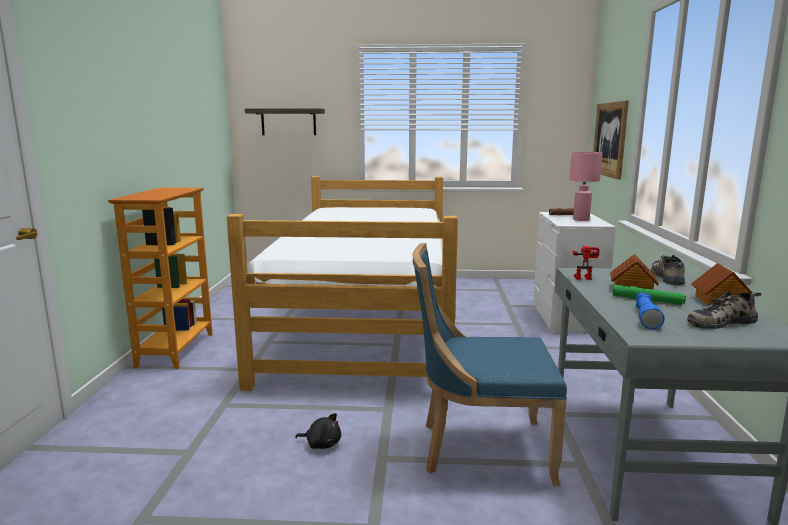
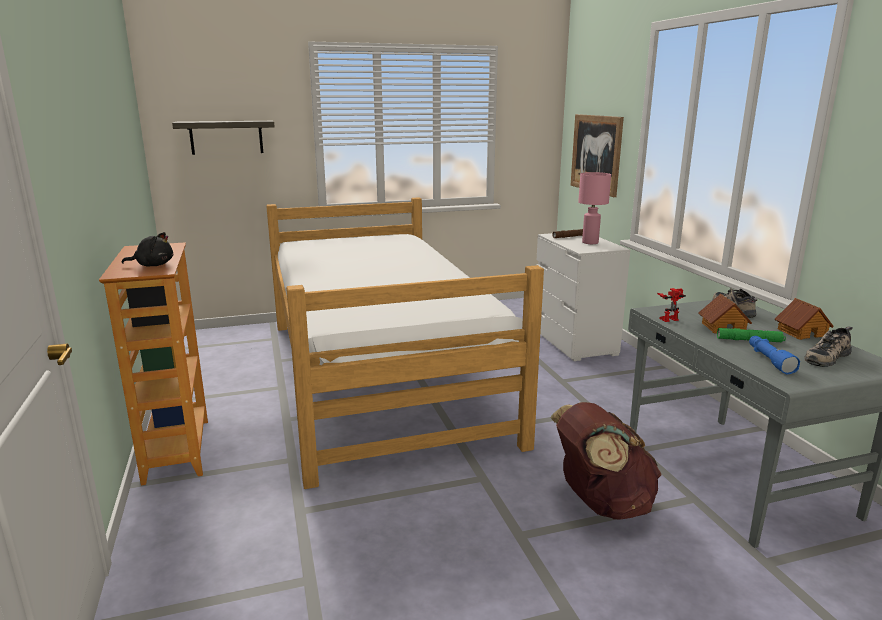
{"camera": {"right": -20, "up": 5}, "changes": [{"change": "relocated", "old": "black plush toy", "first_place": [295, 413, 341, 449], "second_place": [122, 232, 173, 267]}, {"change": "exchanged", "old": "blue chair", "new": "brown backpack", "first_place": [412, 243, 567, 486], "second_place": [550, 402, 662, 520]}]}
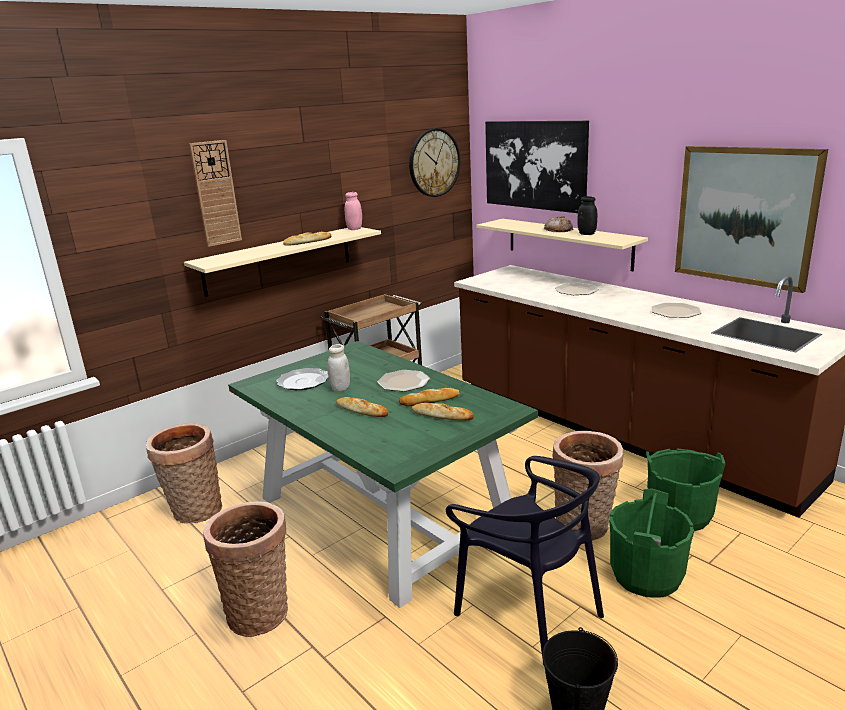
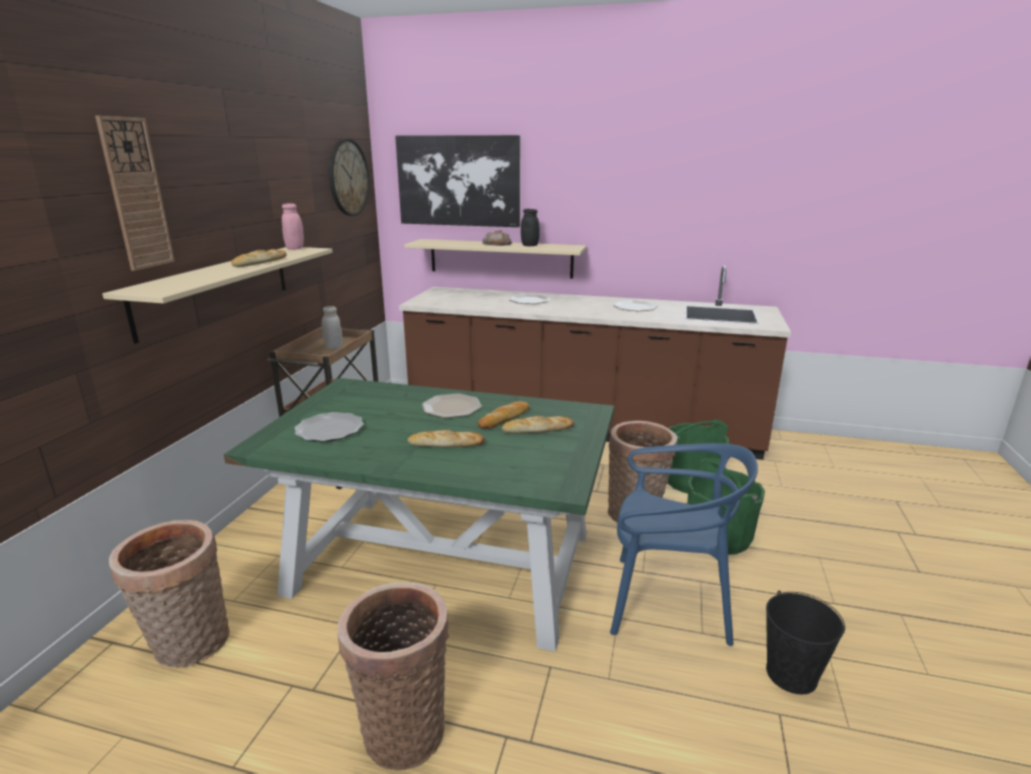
{"camera": {"right": -35, "up": 0}, "changes": [{"change": "relocated", "old": "white jar", "first_place": [328, 344, 350, 392], "second_place": [322, 306, 342, 349]}, {"change": "colour", "old": "black chair", "new": "blue chair", "first_place": [446, 456, 604, 665], "second_place": [610, 443, 758, 646]}, {"change": "missing", "old": "picture", "first_place": [675, 146, 828, 293]}]}
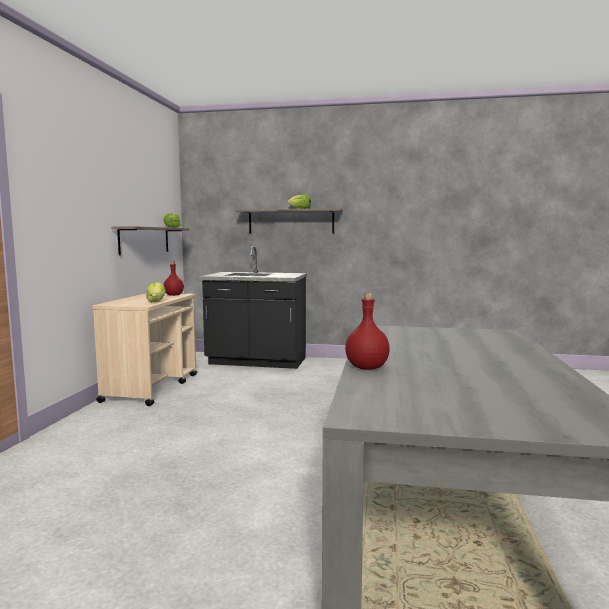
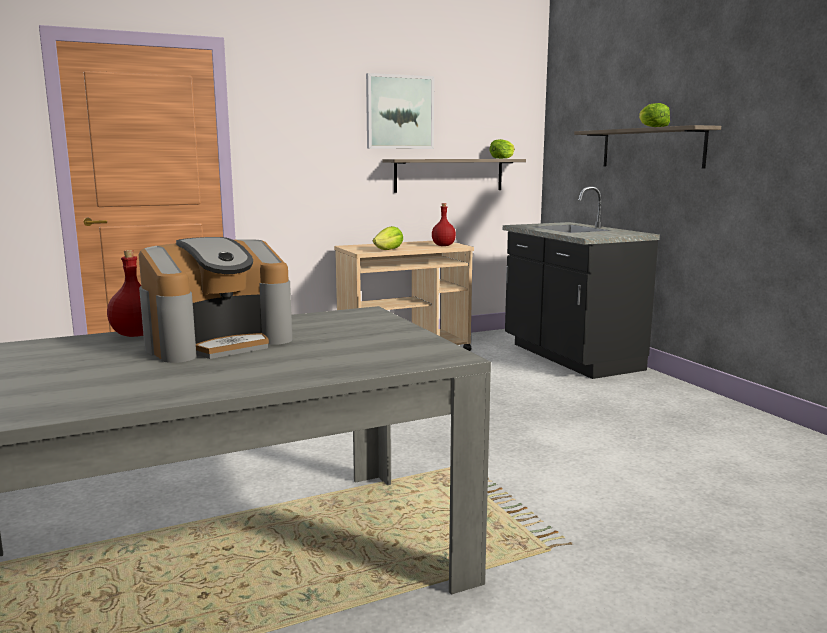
{"camera": {"right": 55, "up": 5}, "changes": [{"change": "appeared", "new": "coffee machine", "second_place": [139, 237, 292, 363]}, {"change": "appeared", "new": "picture", "second_place": [366, 73, 434, 149]}]}
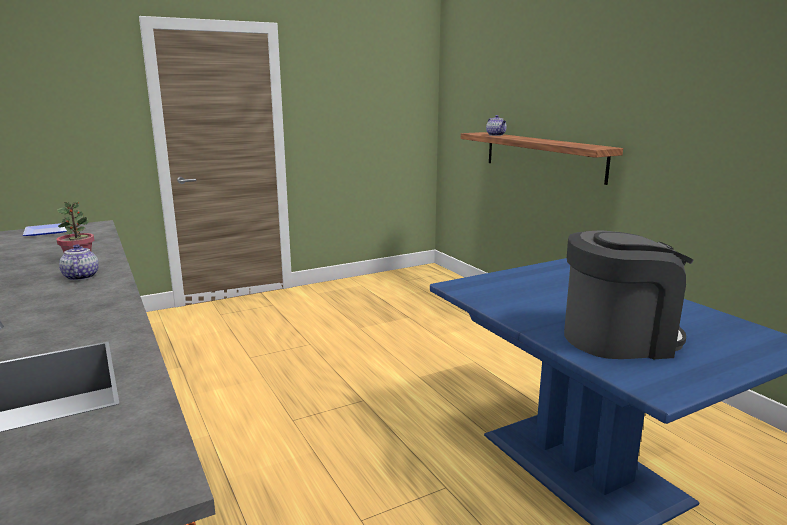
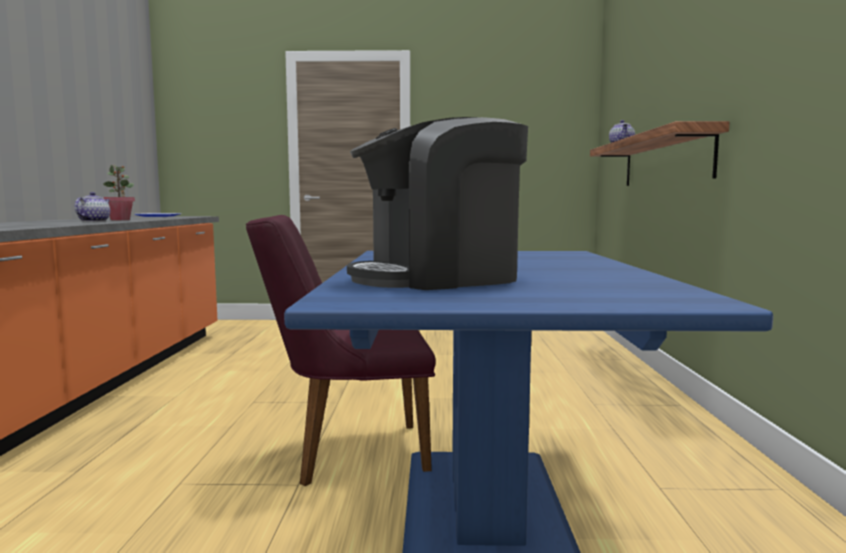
{"camera": {"right": 30, "up": -10}, "changes": [{"change": "spun", "old": "coffee machine", "first_place": [564, 230, 693, 359], "second_place": [347, 117, 528, 290], "degrees": 135}, {"change": "appeared", "new": "purple chair", "second_place": [246, 215, 435, 486]}]}
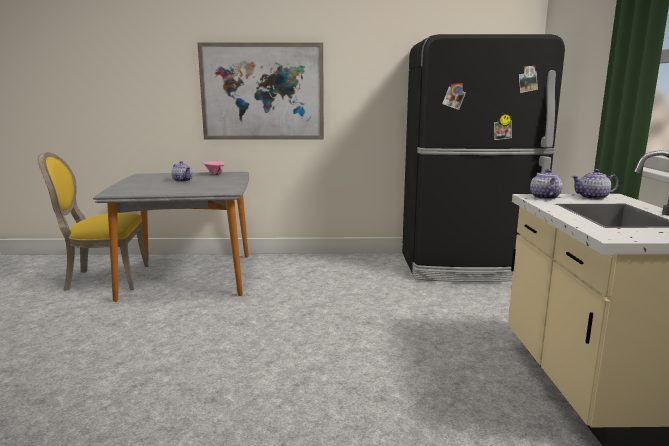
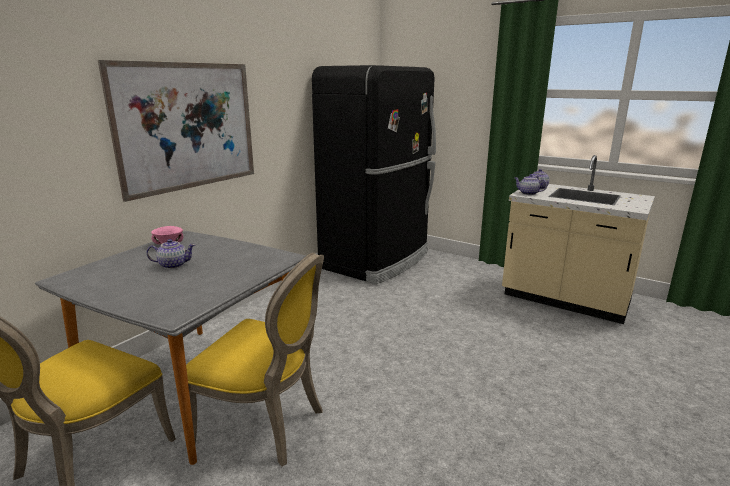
{"camera": {"right": -55, "up": 5}, "changes": [{"change": "appeared", "new": "yellow chair", "second_place": [186, 253, 324, 466]}]}
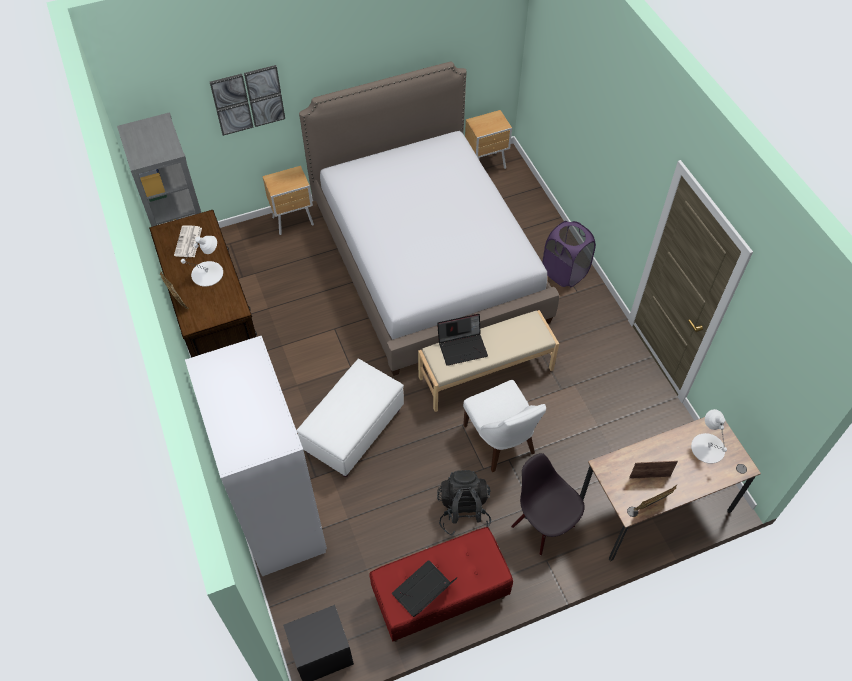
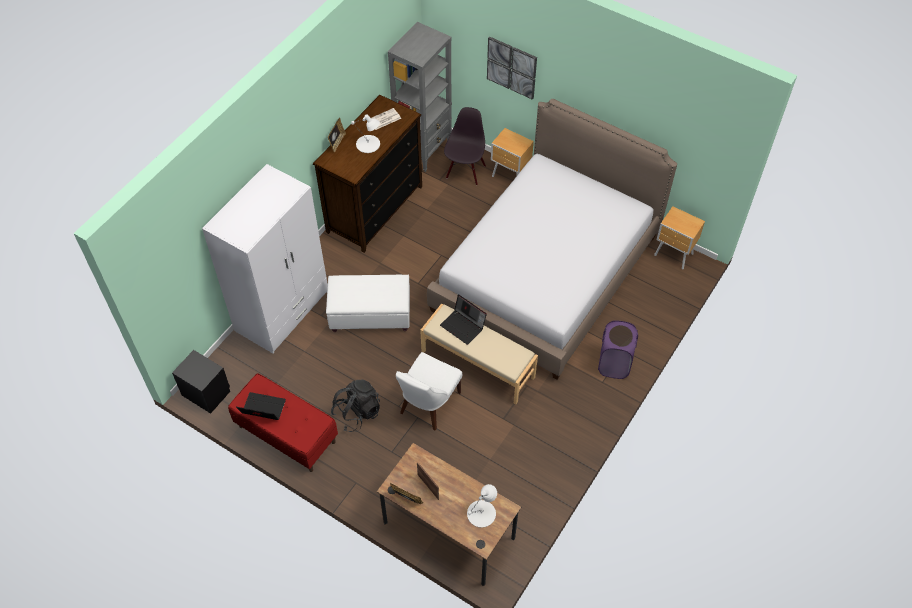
{"camera": {"right": 55, "up": 0}, "changes": [{"change": "relocated", "old": "black chair", "first_place": [511, 453, 585, 555], "second_place": [444, 107, 486, 185]}]}
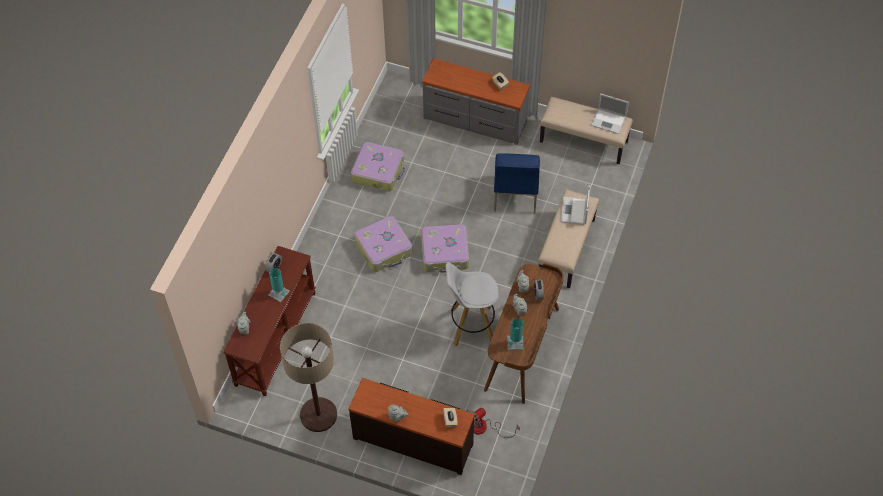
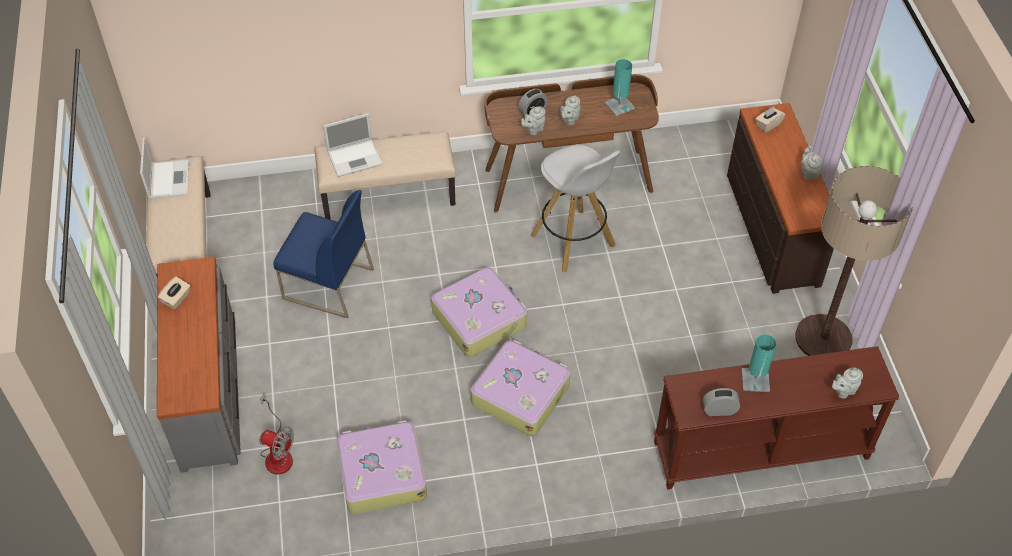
{"camera": {"right": -120, "up": -5}, "changes": [{"change": "relocated", "old": "fan", "first_place": [466, 408, 520, 438], "second_place": [260, 394, 294, 475]}, {"change": "spun", "old": "blue chair", "first_place": [494, 153, 540, 214], "second_place": [274, 190, 374, 318], "degrees": 45}]}
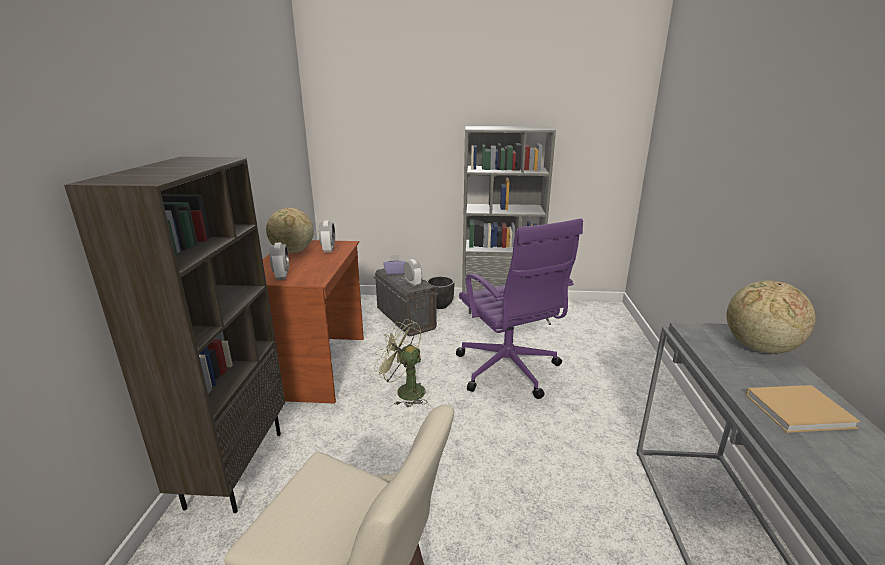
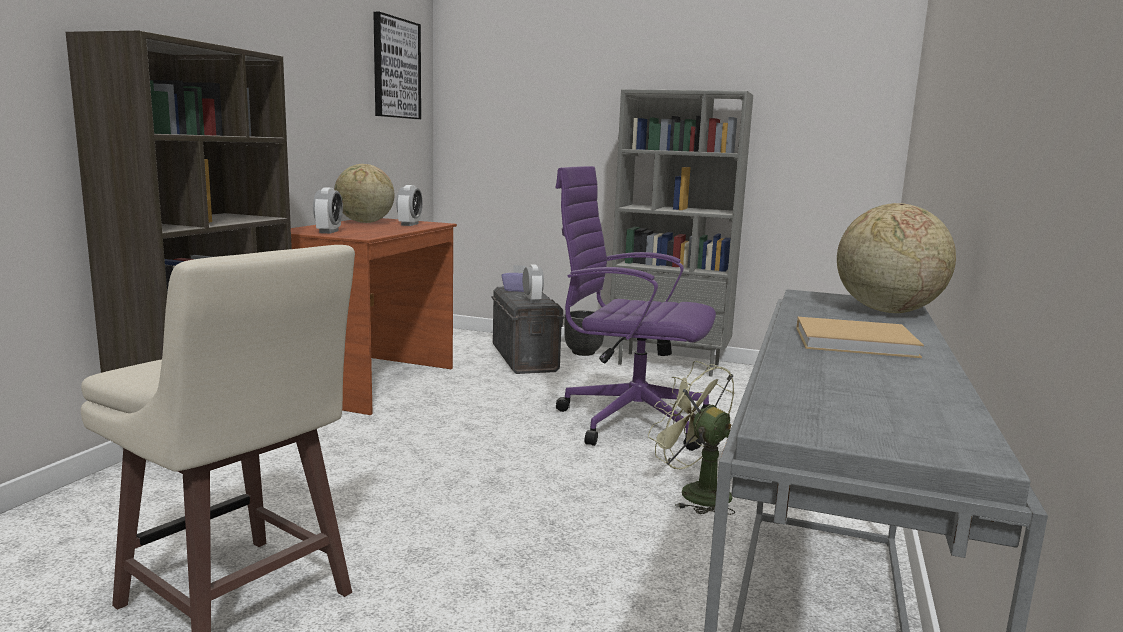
{"camera": {"right": 15, "up": -10}, "changes": [{"change": "relocated", "old": "green fan", "first_place": [374, 319, 426, 407], "second_place": [648, 361, 735, 515]}, {"change": "spun", "old": "purple office chair", "first_place": [456, 219, 583, 399], "second_place": [556, 166, 716, 451], "degrees": 120}, {"change": "appeared", "new": "picture", "second_place": [373, 12, 421, 119]}]}
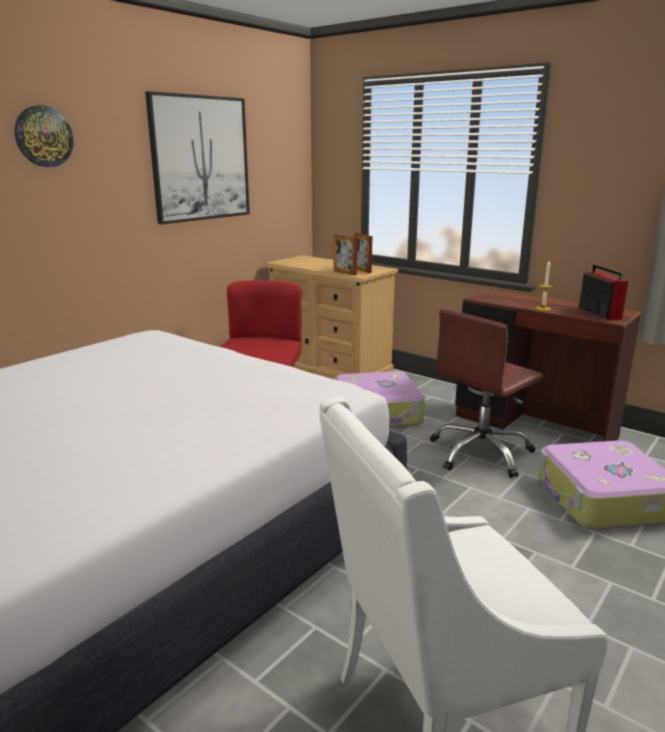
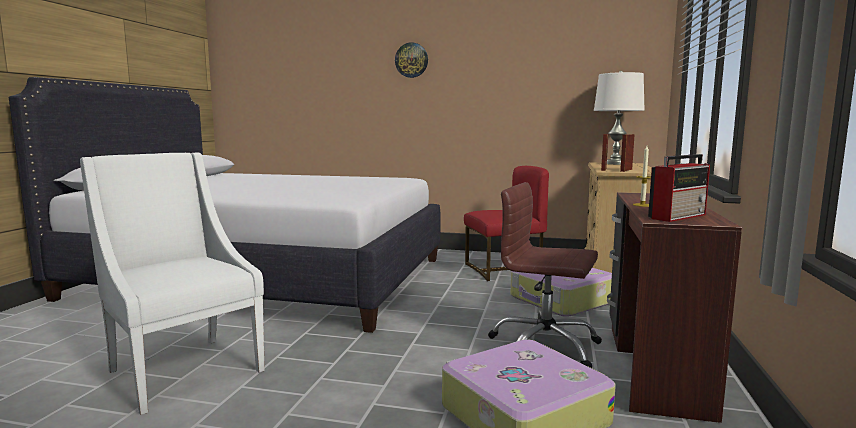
{"camera": {"right": 65, "up": -10}, "changes": [{"change": "missing", "old": "picture", "first_place": [145, 91, 250, 224]}, {"change": "appeared", "new": "white table lamp", "second_place": [594, 71, 645, 165]}]}
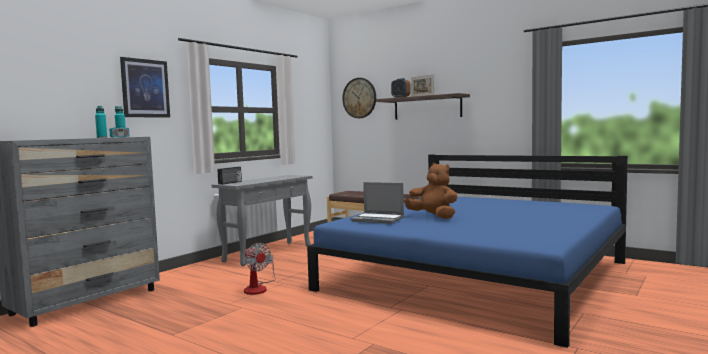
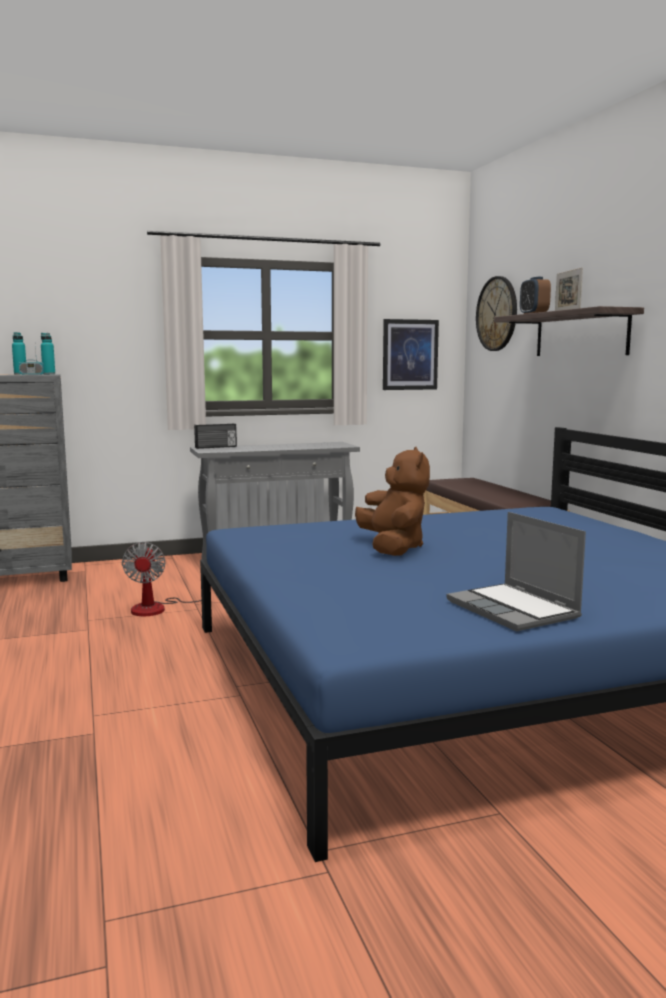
{"camera": {"right": 35, "up": 5}, "changes": [{"change": "relocated", "old": "picture", "first_place": [120, 57, 170, 117], "second_place": [383, 319, 439, 390]}, {"change": "relocated", "old": "laptop", "first_place": [350, 182, 404, 224], "second_place": [446, 512, 586, 632]}]}
